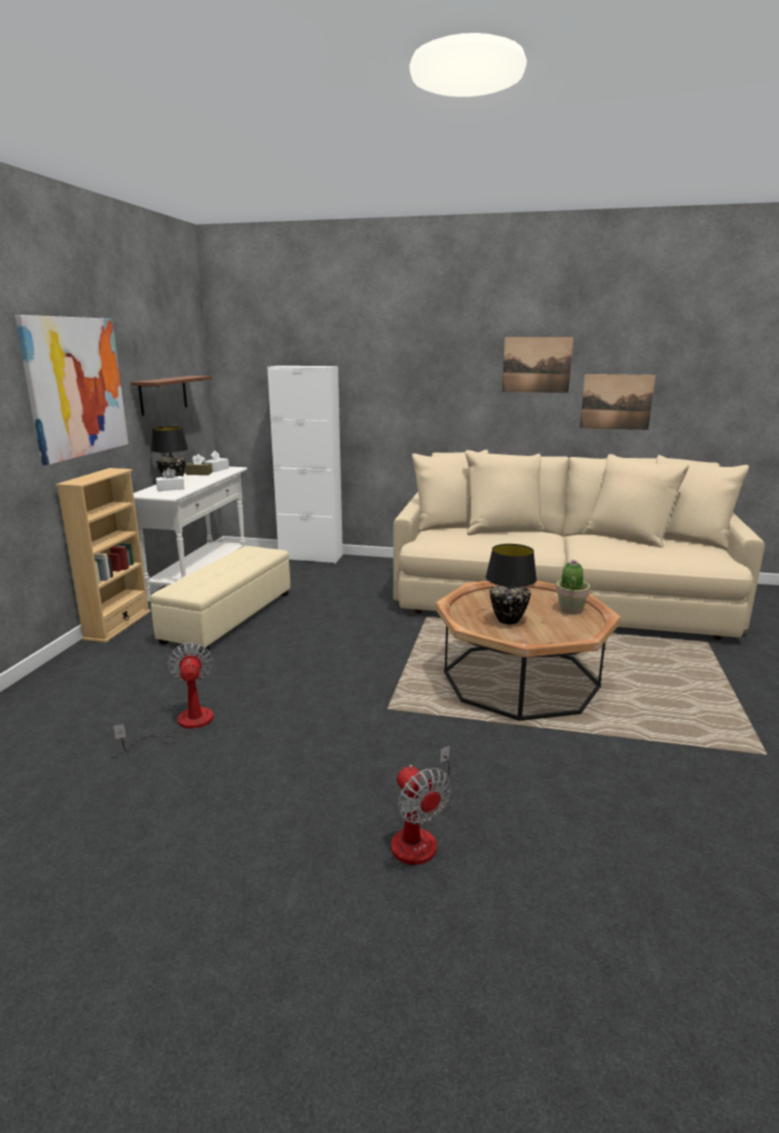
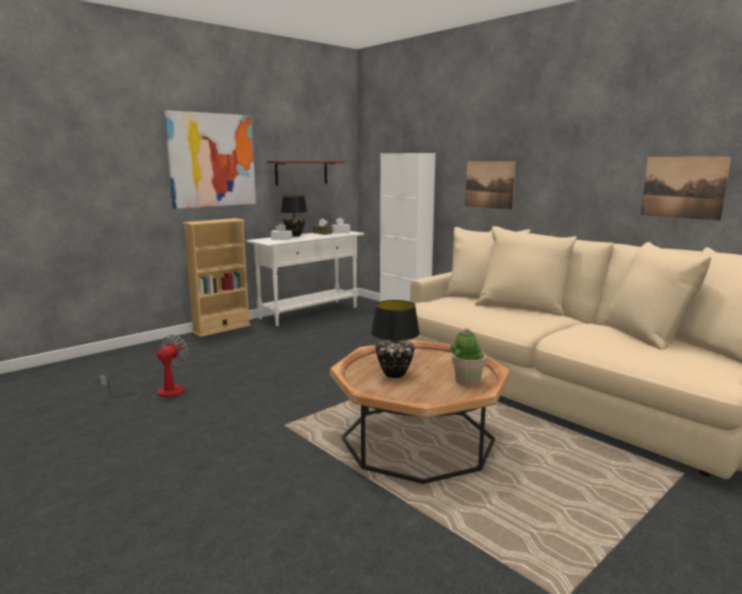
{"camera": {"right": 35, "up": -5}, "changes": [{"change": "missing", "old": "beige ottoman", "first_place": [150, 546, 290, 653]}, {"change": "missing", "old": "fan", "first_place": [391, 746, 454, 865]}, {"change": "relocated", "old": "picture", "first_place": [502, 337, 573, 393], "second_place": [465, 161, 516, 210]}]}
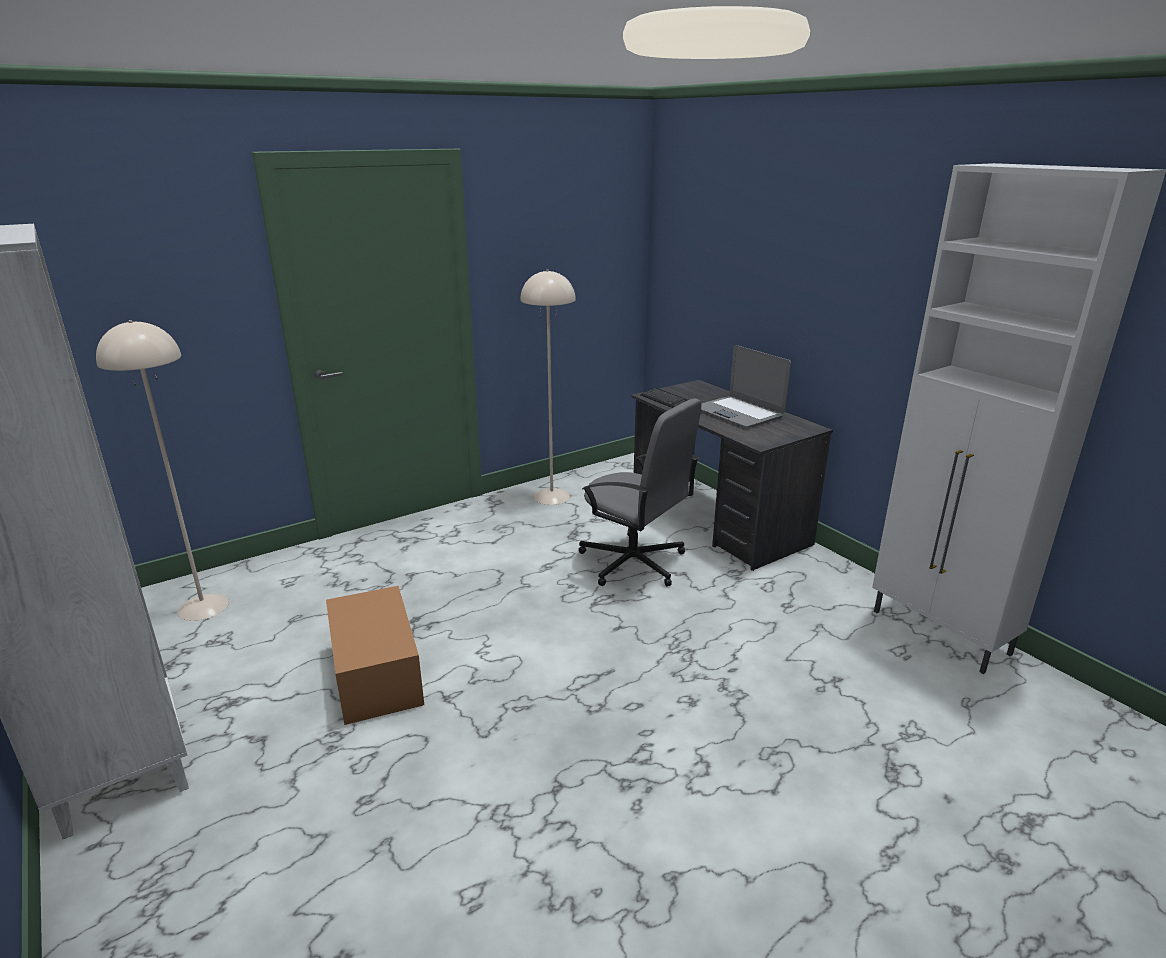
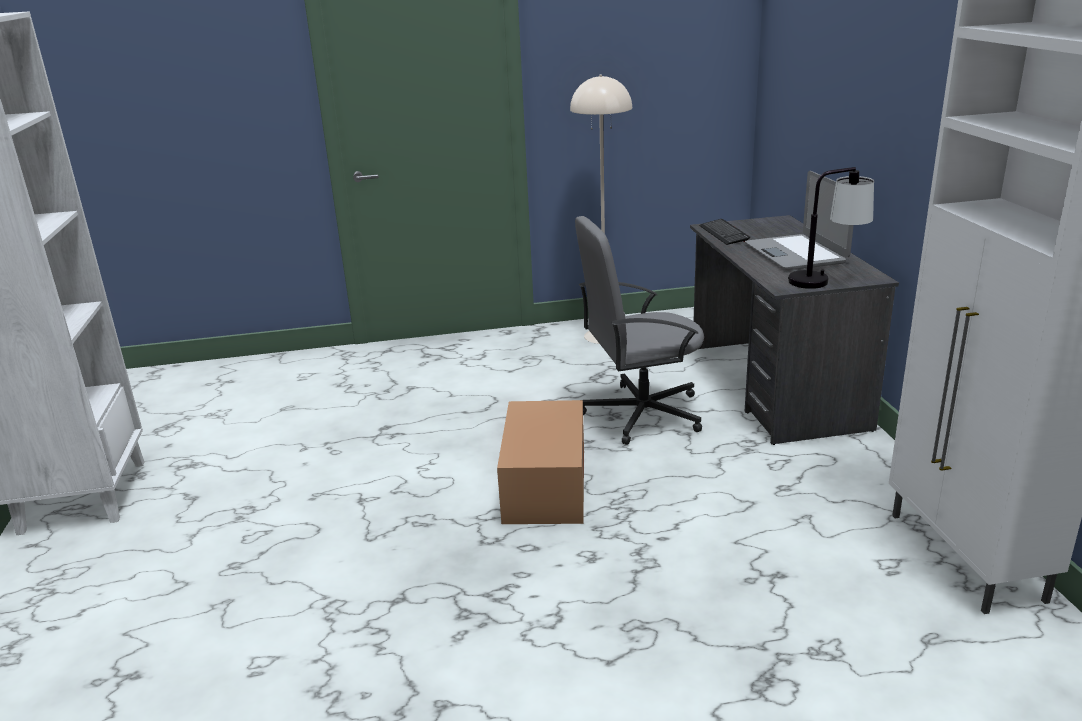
{"camera": {"right": 25, "up": 0}, "changes": [{"change": "missing", "old": "beige floor lamp", "first_place": [96, 320, 229, 621]}, {"change": "relocated", "old": "cardboard box", "first_place": [326, 586, 424, 725], "second_place": [497, 400, 584, 524]}, {"change": "spun", "old": "grey office chair", "first_place": [578, 398, 701, 586], "second_place": [575, 216, 704, 445], "degrees": 105}, {"change": "appeared", "new": "table lamp", "second_place": [788, 167, 874, 289]}]}
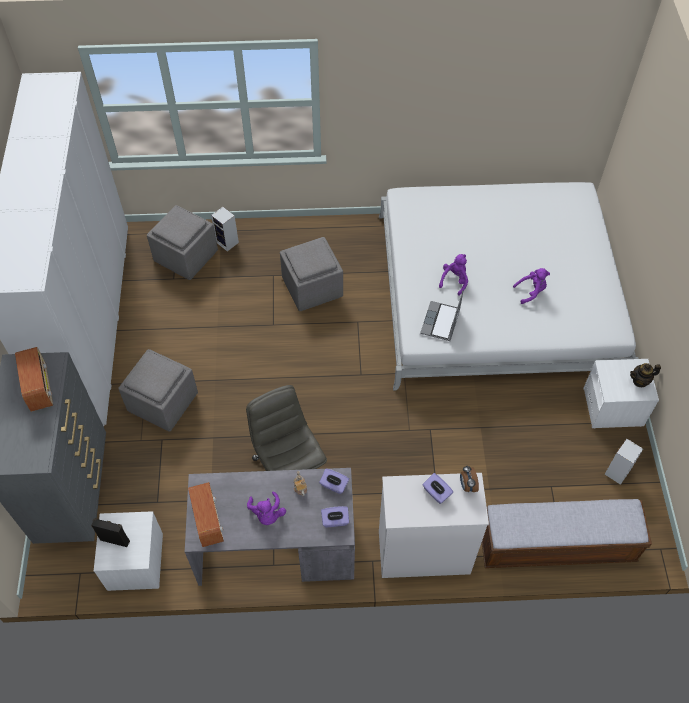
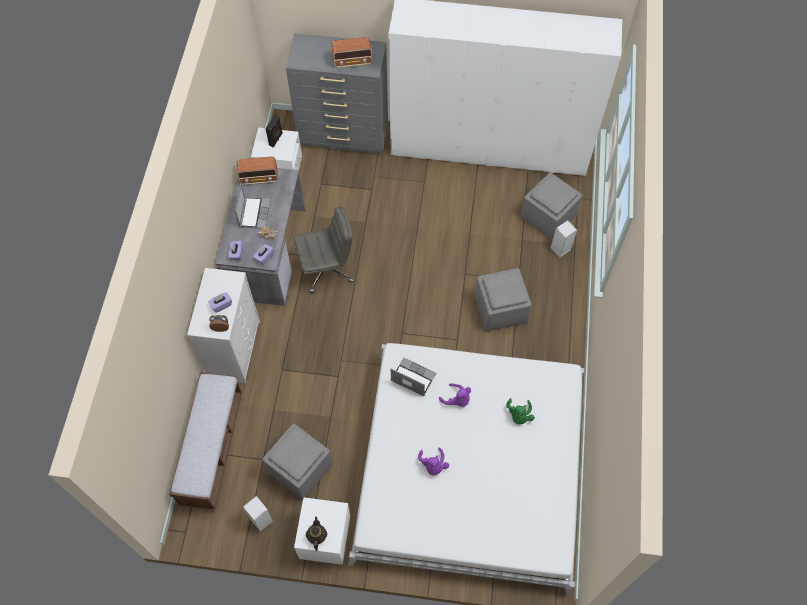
{"camera": {"right": 100, "up": 5}, "changes": [{"change": "relocated", "old": "grey ottoman", "first_place": [118, 349, 198, 432], "second_place": [262, 424, 333, 500]}, {"change": "exchanged", "old": "purple plush toy", "new": "laptop", "first_place": [247, 491, 286, 525], "second_place": [235, 183, 270, 229]}, {"change": "appeared", "new": "green plush toy", "second_place": [506, 398, 535, 424]}]}
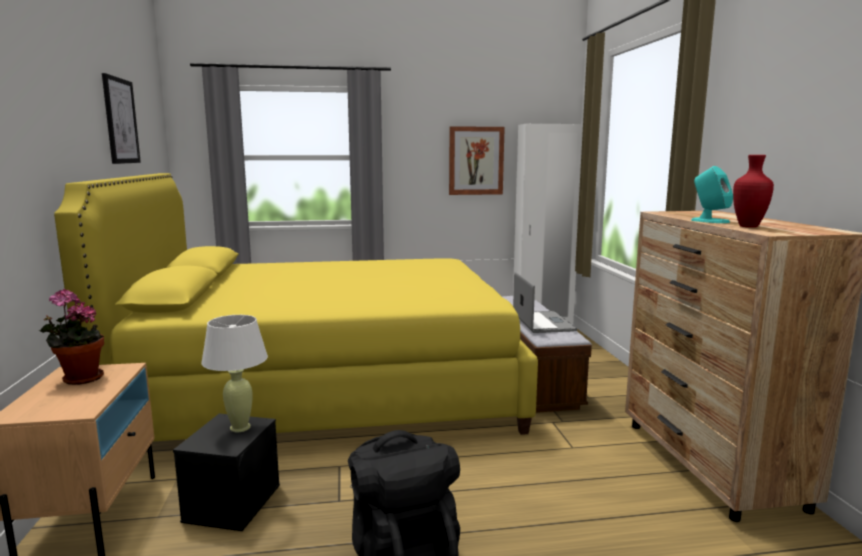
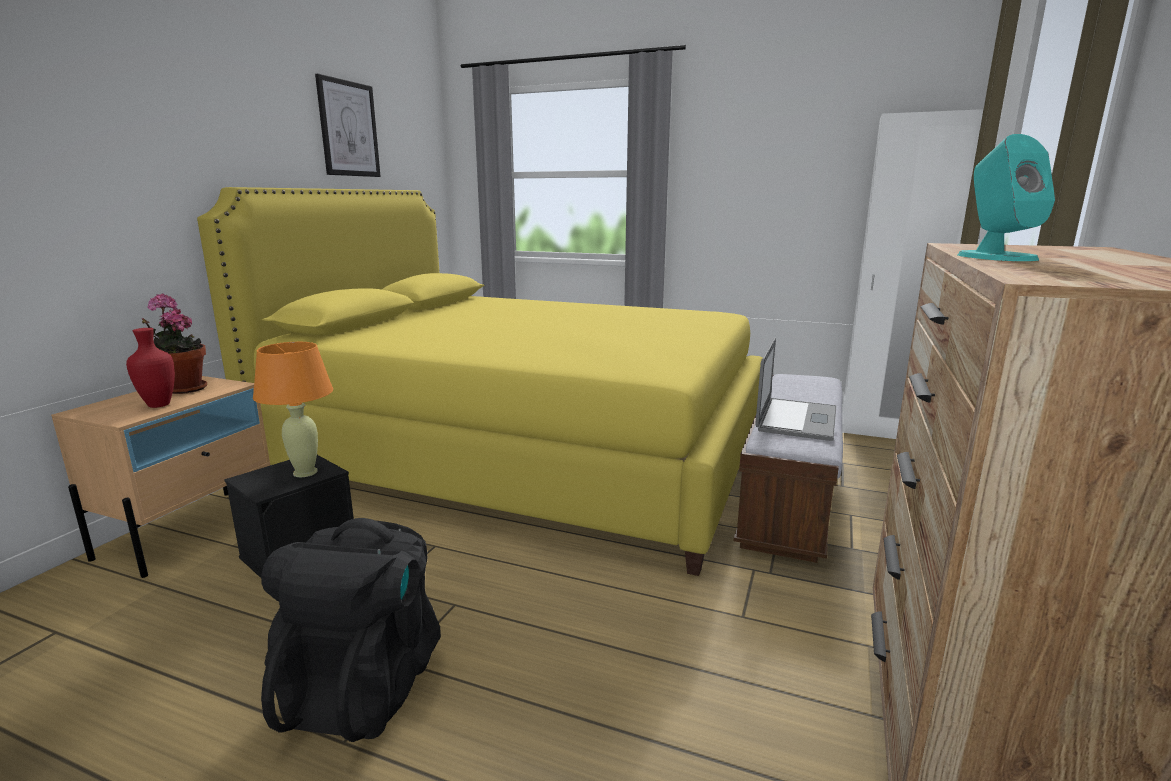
{"camera": {"right": 30, "up": 5}, "changes": [{"change": "colour", "old": "white table lamp", "new": "orange table lamp", "first_place": [201, 315, 268, 432], "second_place": [253, 342, 333, 477]}, {"change": "missing", "old": "picture", "first_place": [449, 126, 505, 195]}, {"change": "relocated", "old": "red vase", "first_place": [733, 155, 774, 228], "second_place": [126, 328, 175, 408]}]}
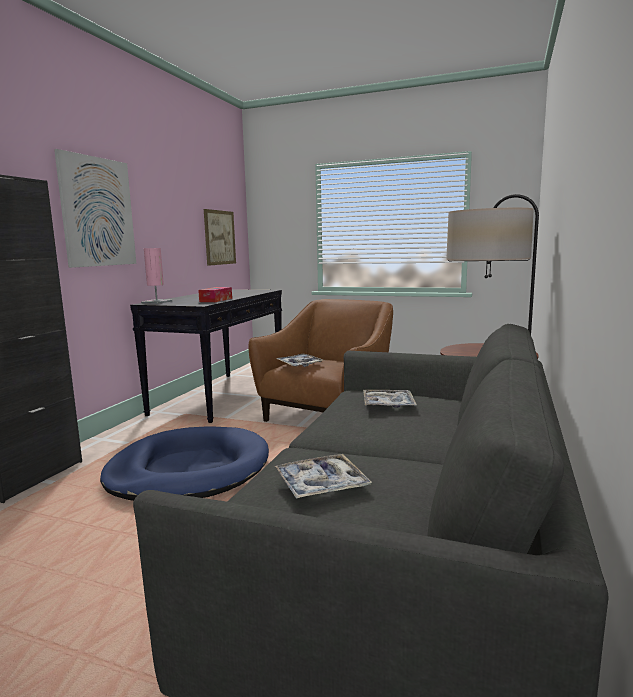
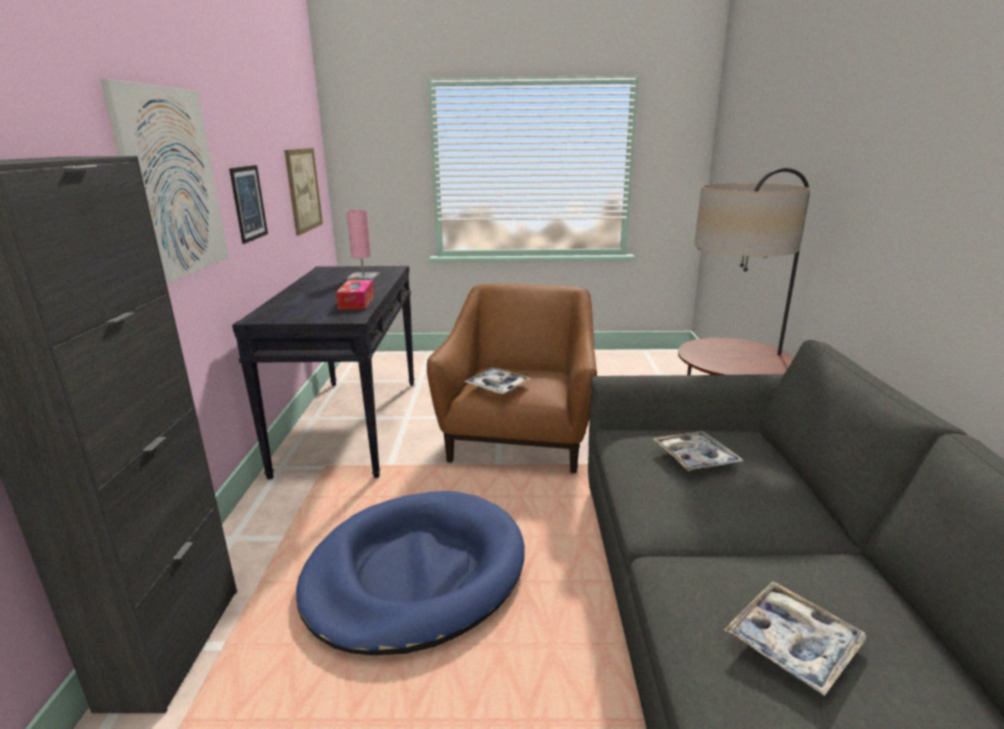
{"camera": {"right": -20, "up": 10}, "changes": [{"change": "relocated", "old": "pink table lamp", "first_place": [141, 248, 172, 304], "second_place": [346, 210, 379, 280]}, {"change": "appeared", "new": "picture", "second_place": [229, 165, 268, 244]}]}
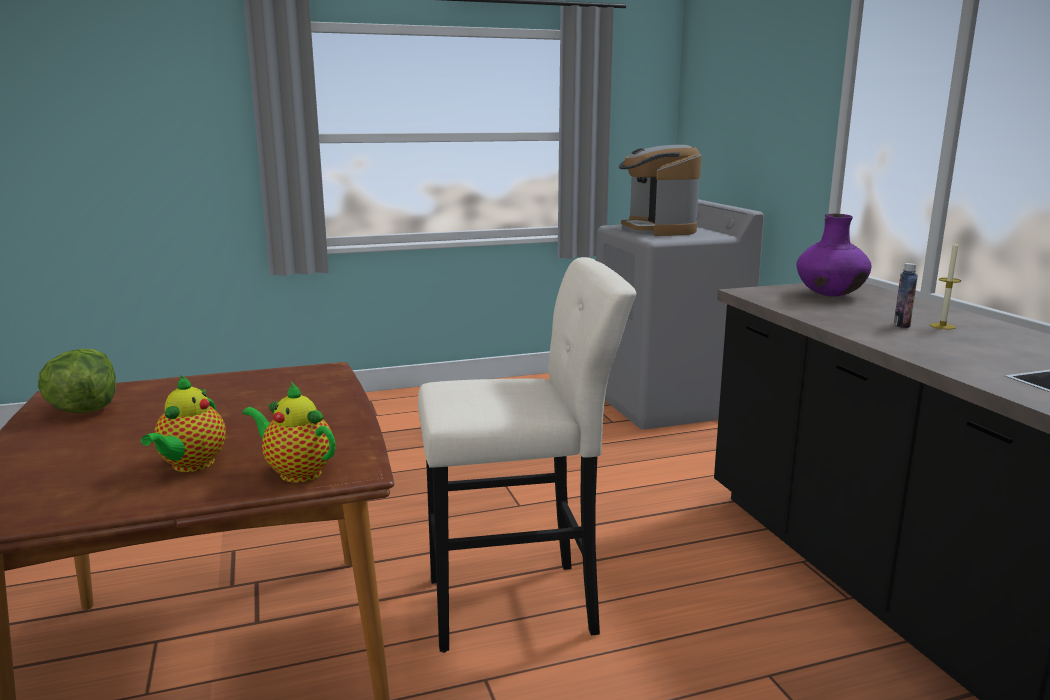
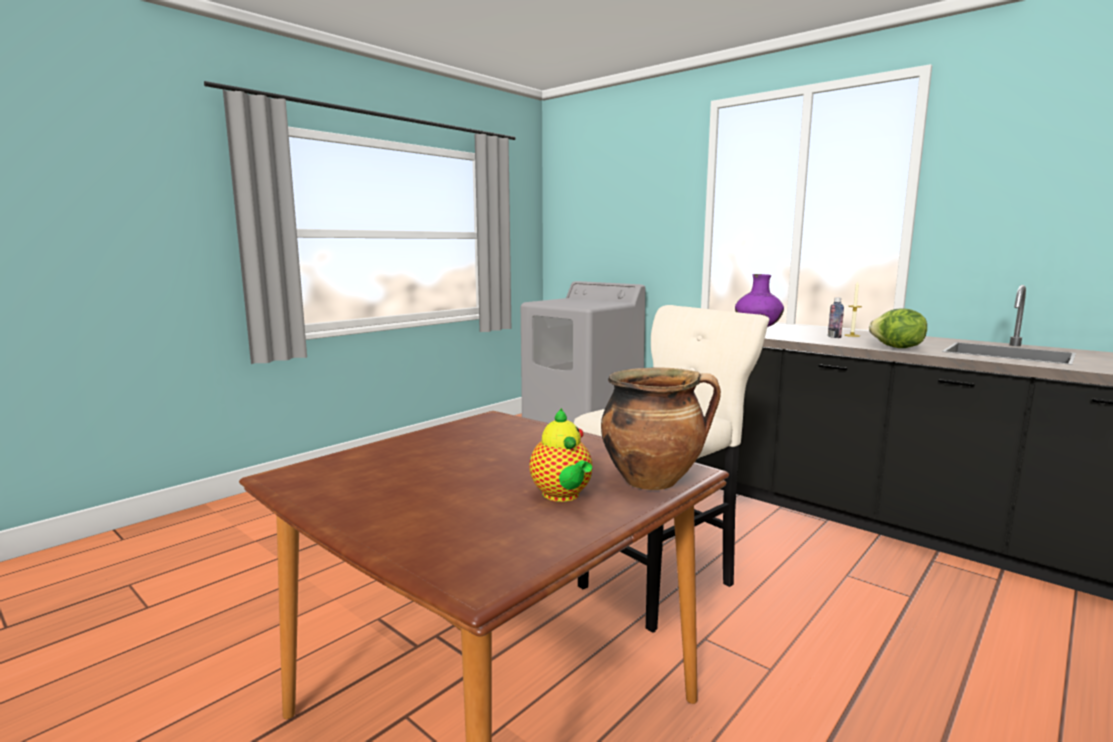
{"camera": {"right": -30, "up": -5}, "changes": [{"change": "relocated", "old": "lettuce", "first_place": [38, 349, 116, 413], "second_place": [869, 308, 927, 348]}, {"change": "exchanged", "old": "teapot", "new": "cooking pot", "first_place": [242, 382, 336, 483], "second_place": [601, 368, 721, 490]}, {"change": "missing", "old": "coffee machine", "first_place": [619, 145, 702, 236]}]}
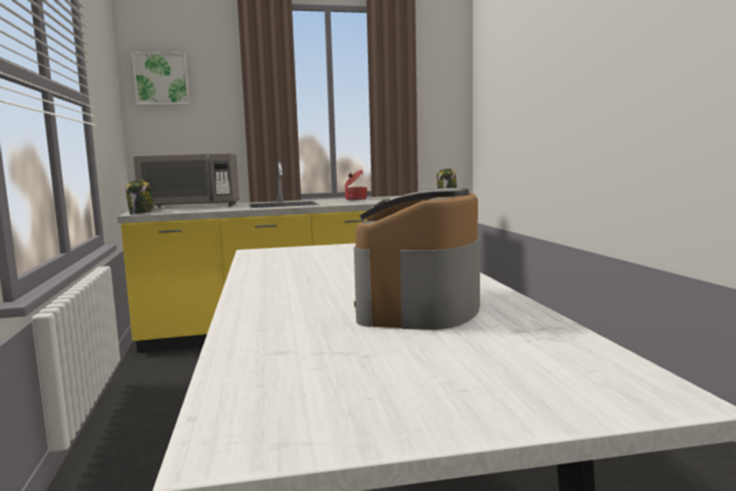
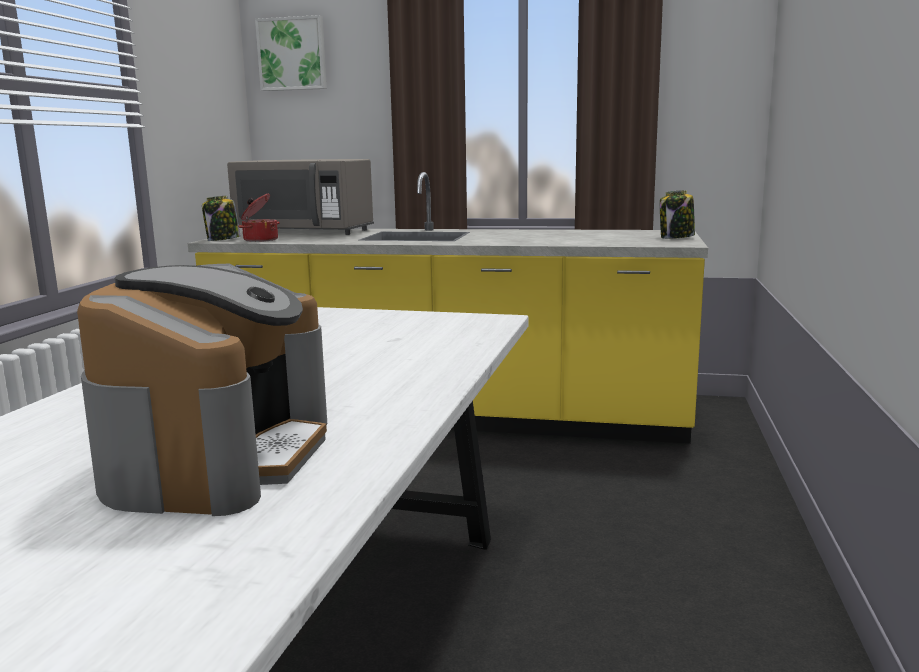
{"camera": {"right": 25, "up": 5}, "changes": [{"change": "relocated", "old": "cooking pot", "first_place": [345, 170, 367, 200], "second_place": [238, 194, 280, 242]}, {"change": "spun", "old": "coffee machine", "first_place": [354, 188, 480, 330], "second_place": [77, 264, 327, 516], "degrees": 150}]}
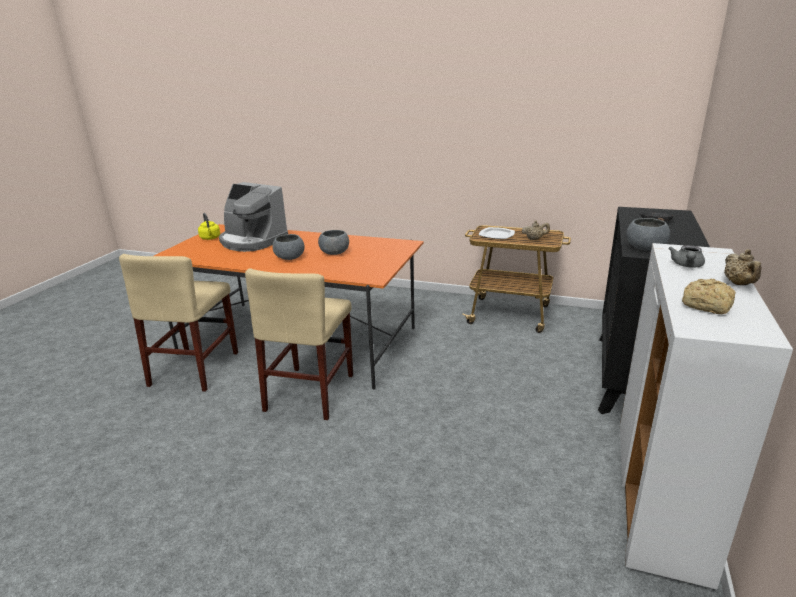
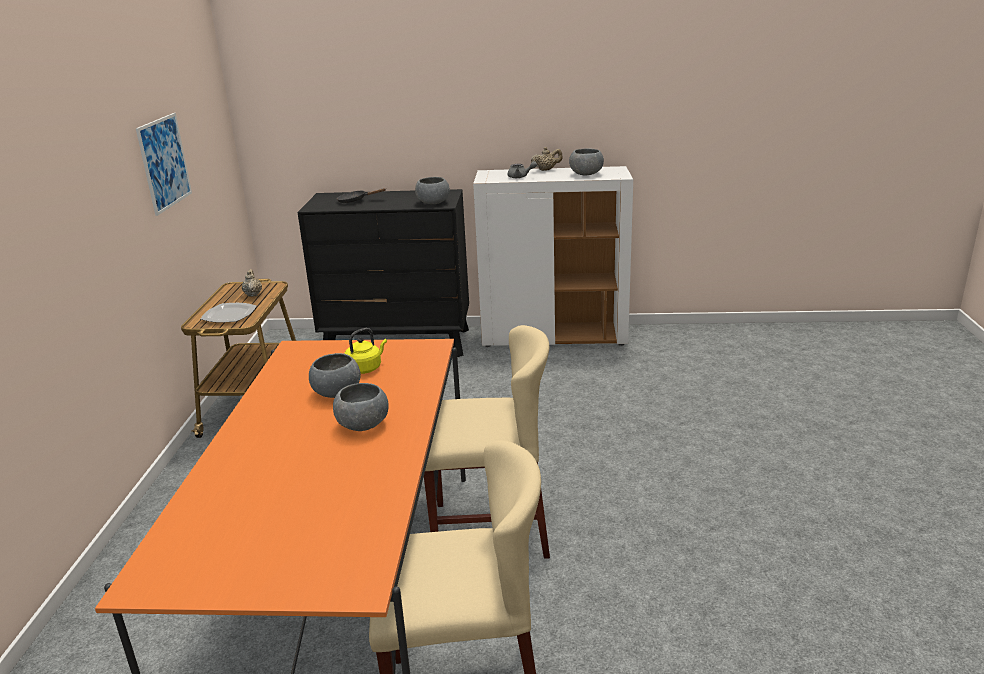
{"camera": {"right": -105, "up": 0}, "changes": [{"change": "relocated", "old": "yellow kettle", "first_place": [198, 213, 220, 240], "second_place": [344, 328, 387, 374]}, {"change": "missing", "old": "coffee machine", "first_place": [219, 182, 288, 252]}, {"change": "exchanged", "old": "bread", "new": "grey bowl", "first_place": [682, 278, 736, 314], "second_place": [569, 149, 604, 175]}, {"change": "appeared", "new": "picture", "second_place": [136, 113, 192, 216]}]}
